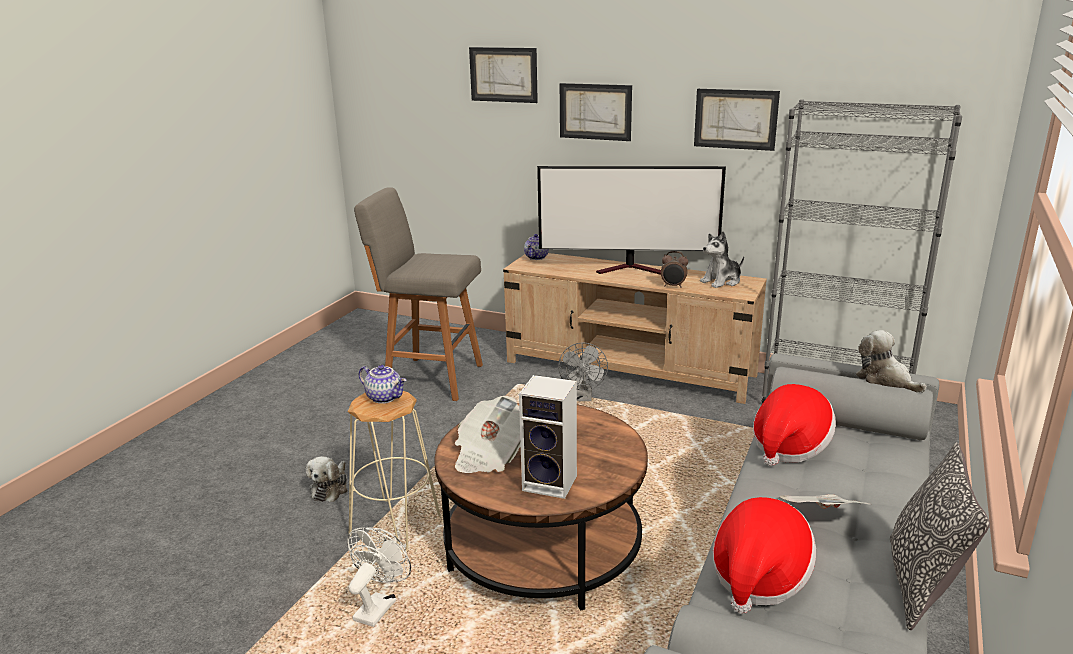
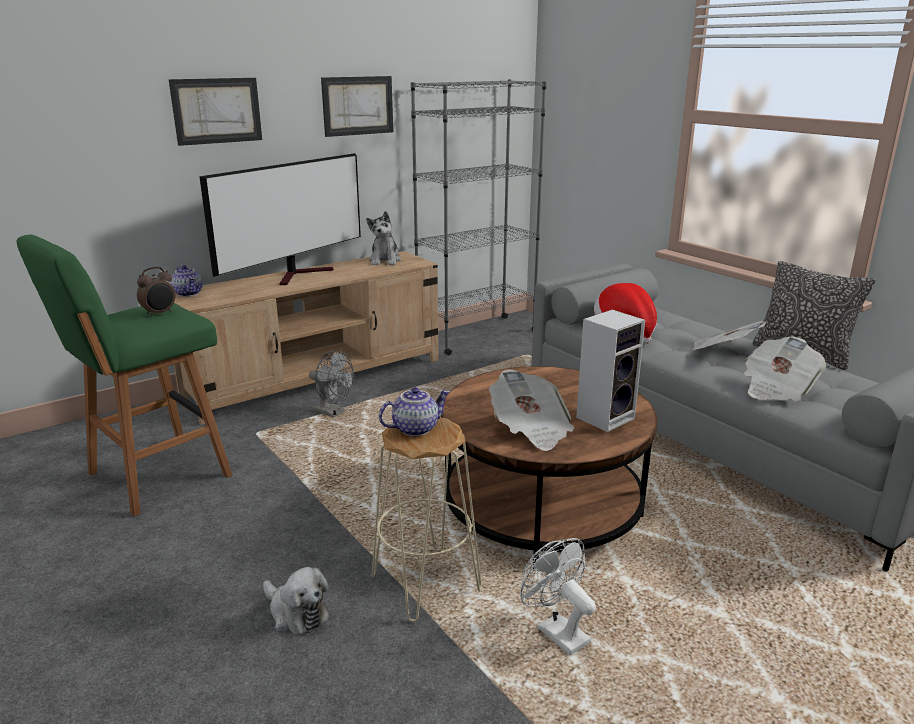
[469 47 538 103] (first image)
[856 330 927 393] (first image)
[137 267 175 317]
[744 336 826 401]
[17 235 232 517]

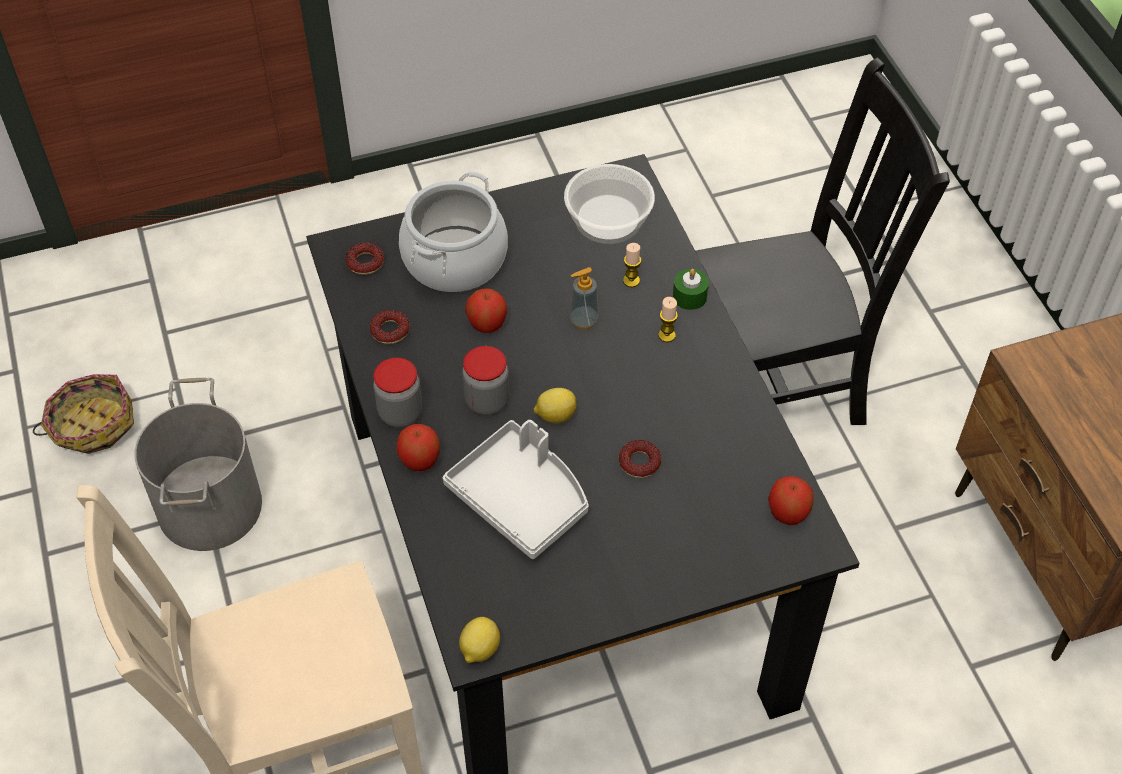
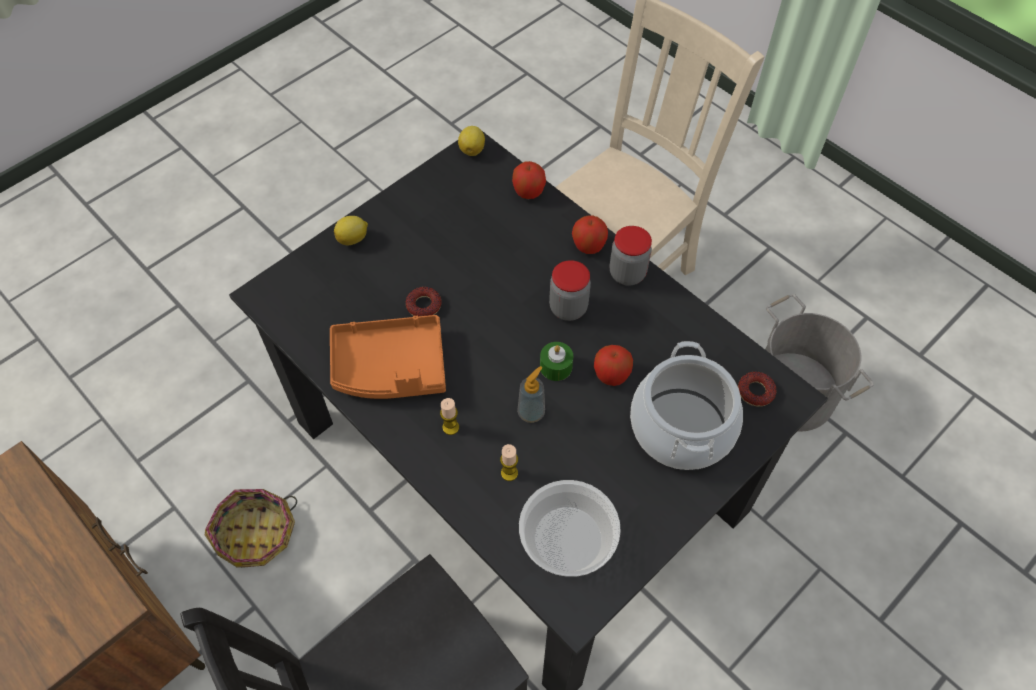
[370 310 410 344] (first image)
[443 420 589 559] (first image)
[330 315 446 399]
[205 489 297 568]
[334 216 368 245]
[540 342 573 381]
[512 161 546 199]

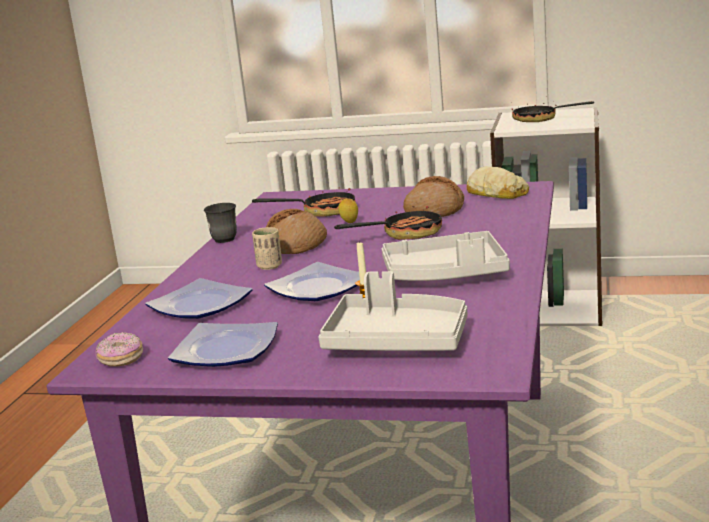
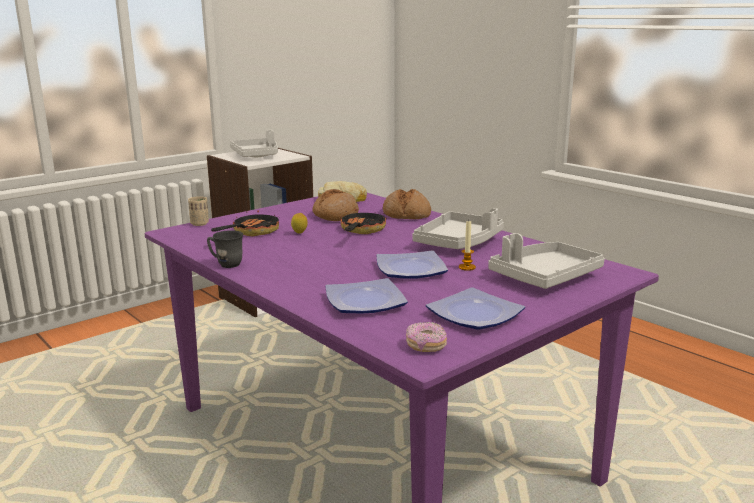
[188 196 209 226]
[383 189 431 219]
[230 130 278 157]

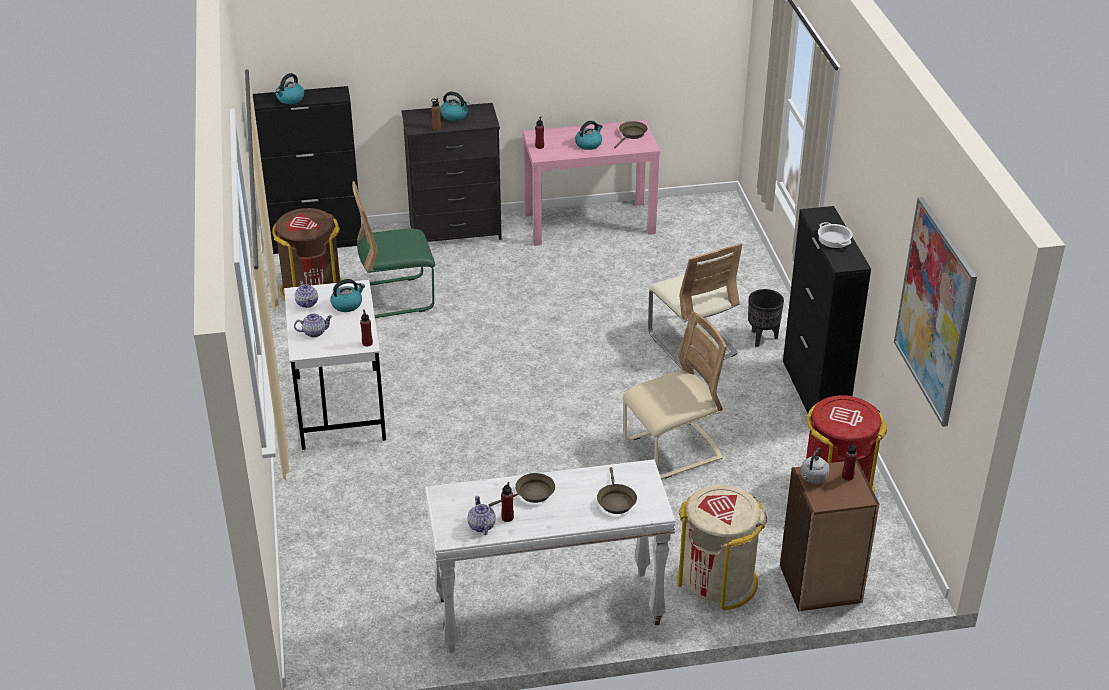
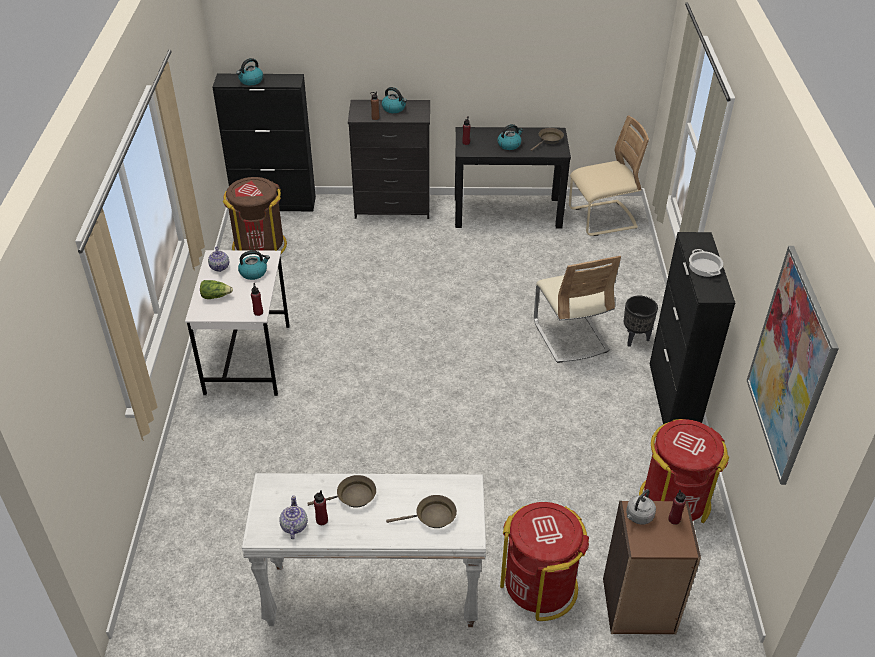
[352 181 435 318] (first image)
[569 116 649 236]
[200 280 233 299]
[455 127 571 228]
[500 502 589 621]
[386 495 457 528]

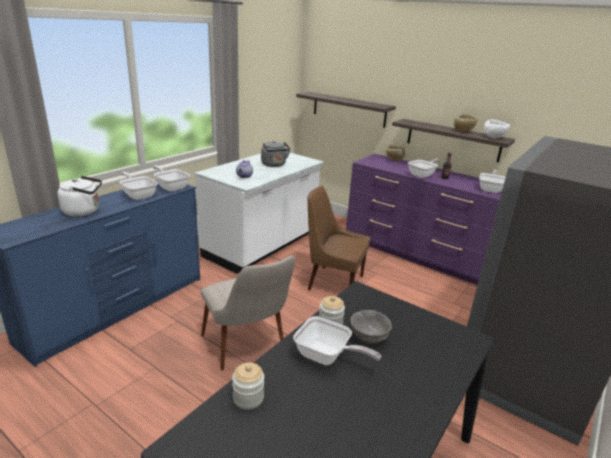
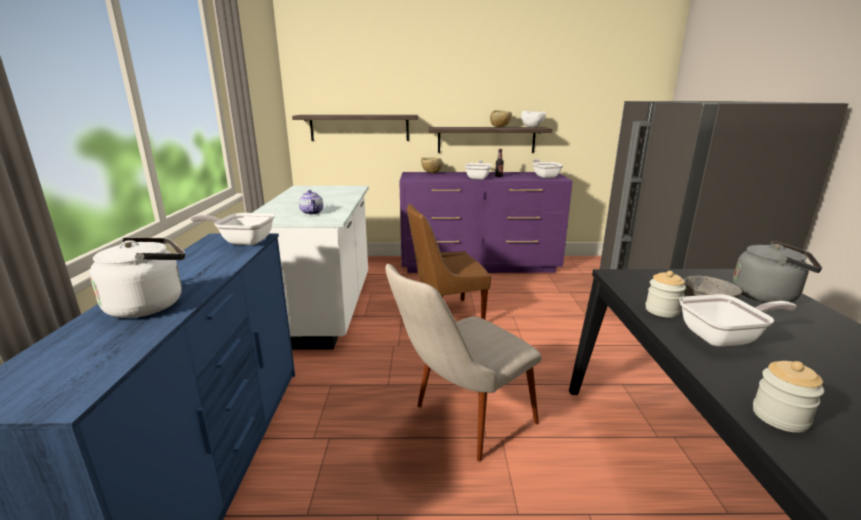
[119 172 158 200] (first image)
[733 241 822 303]
[386 264 542 461]

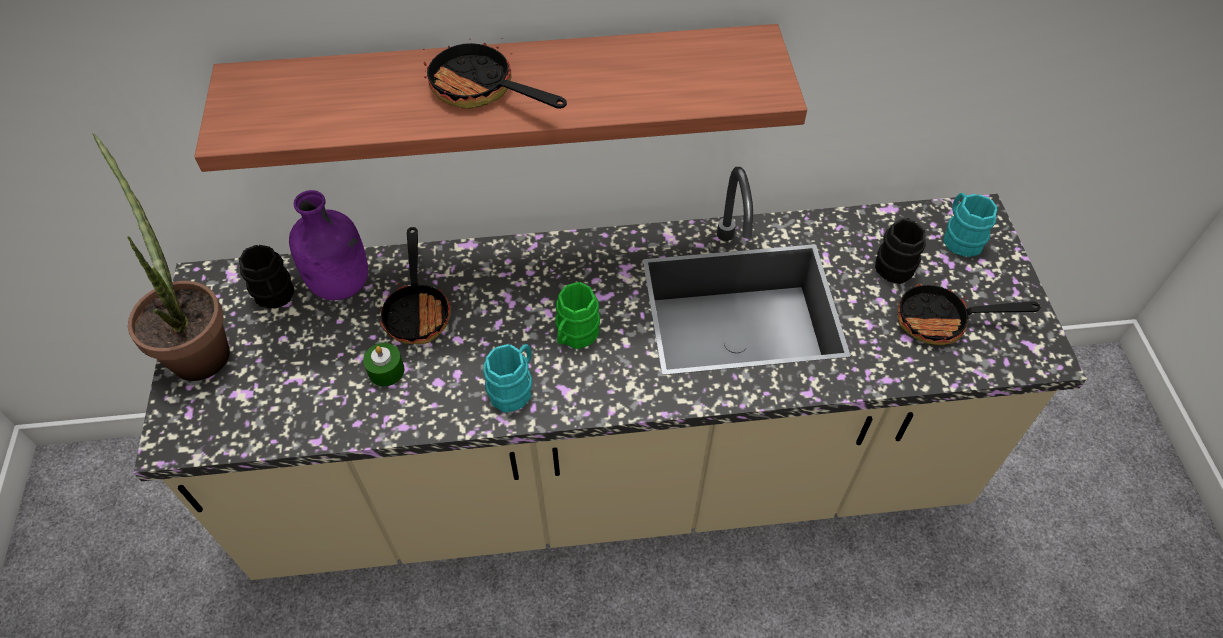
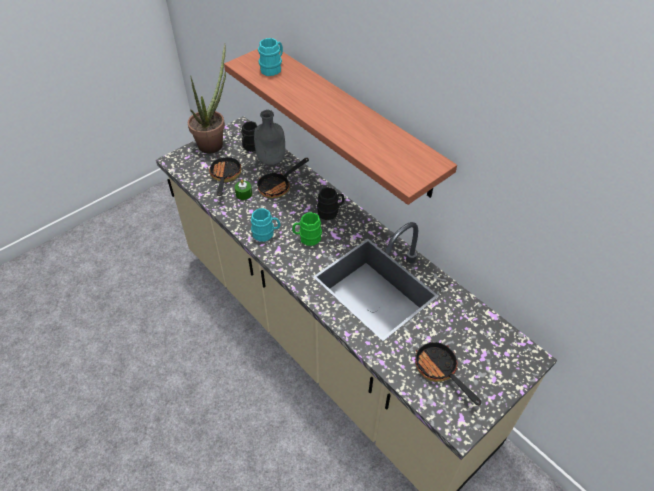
[209 156 241 196]
[317 187 345 220]
[258 38 283 76]
[254 110 285 165]

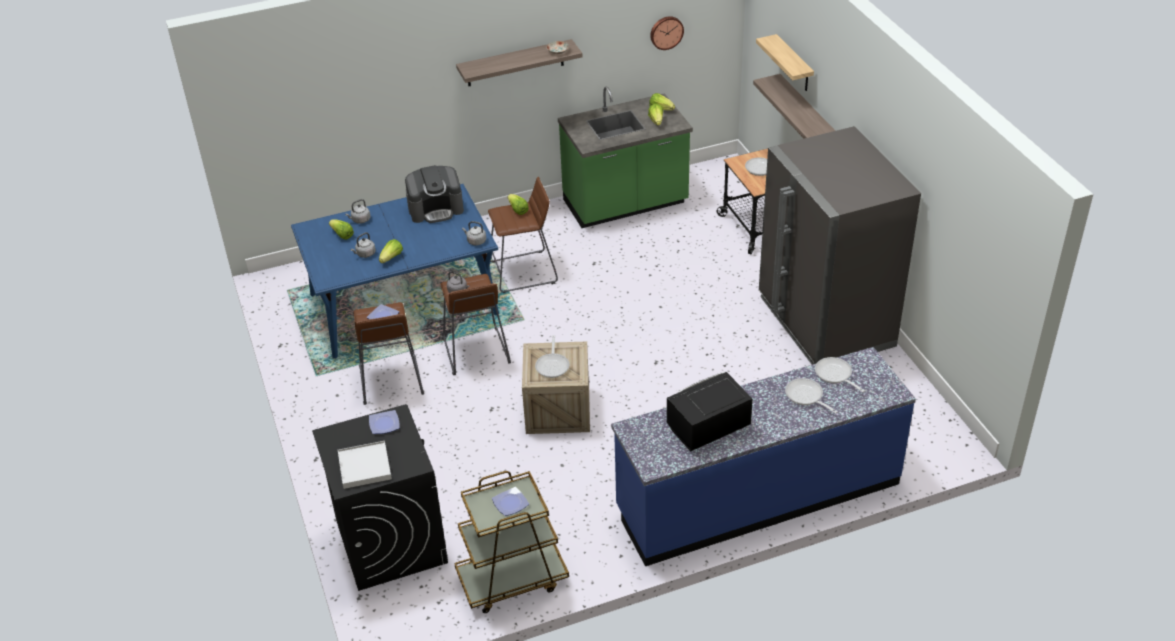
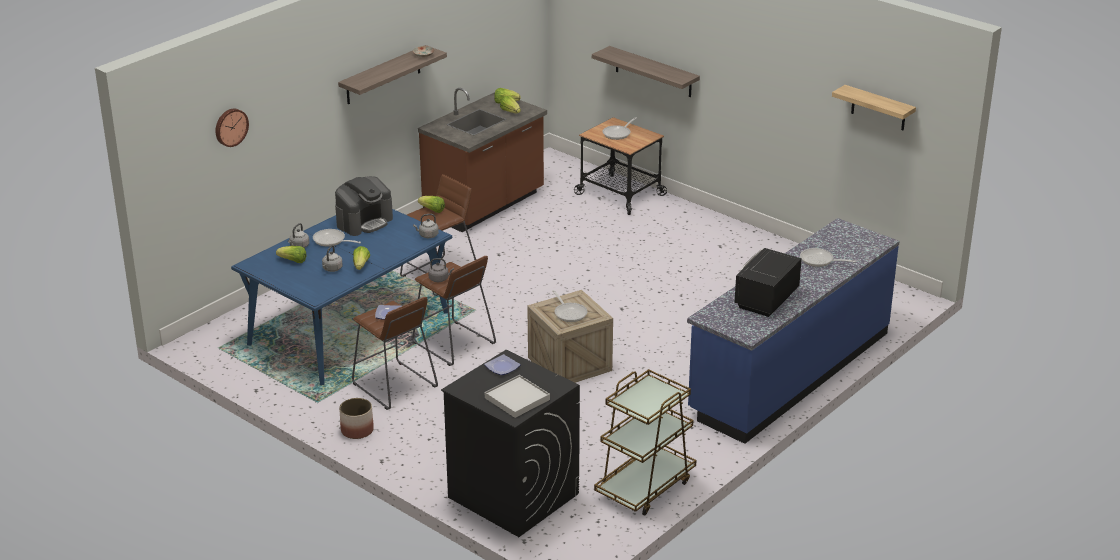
[492 487 529 516] (first image)
[759 126 921 365] (first image)
[339 398 374 439]
[215 109 249 147]
[832 85 916 130]
[313 229 361 247]
[418 88 547 232]

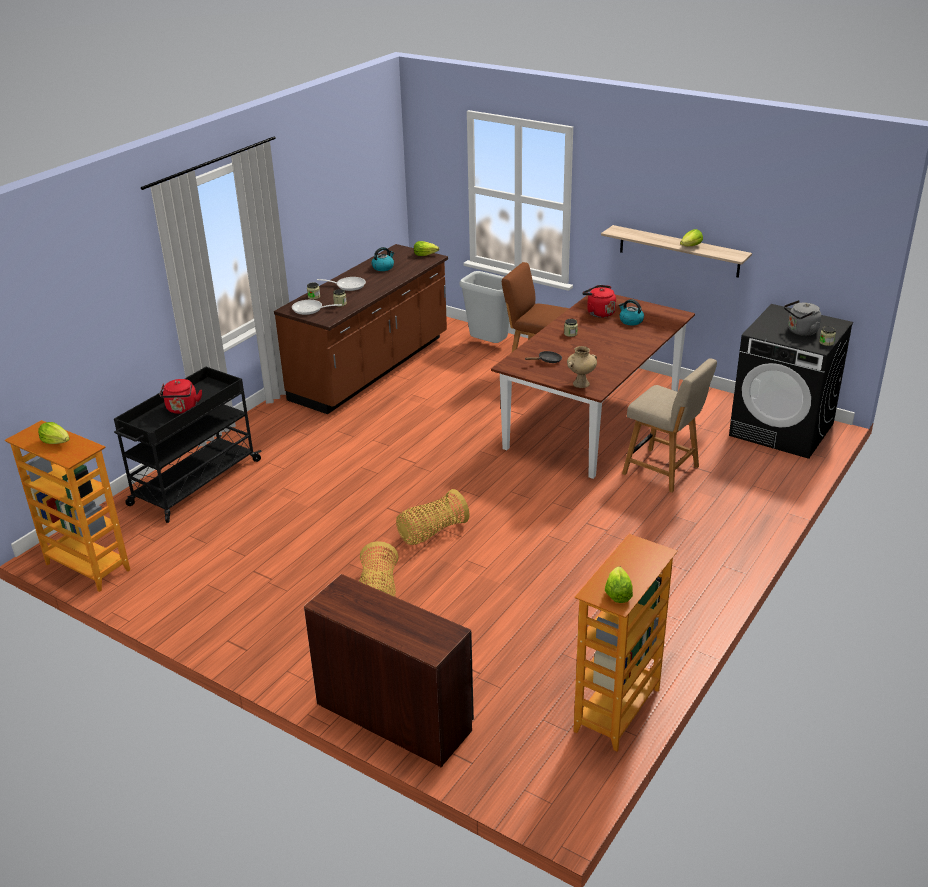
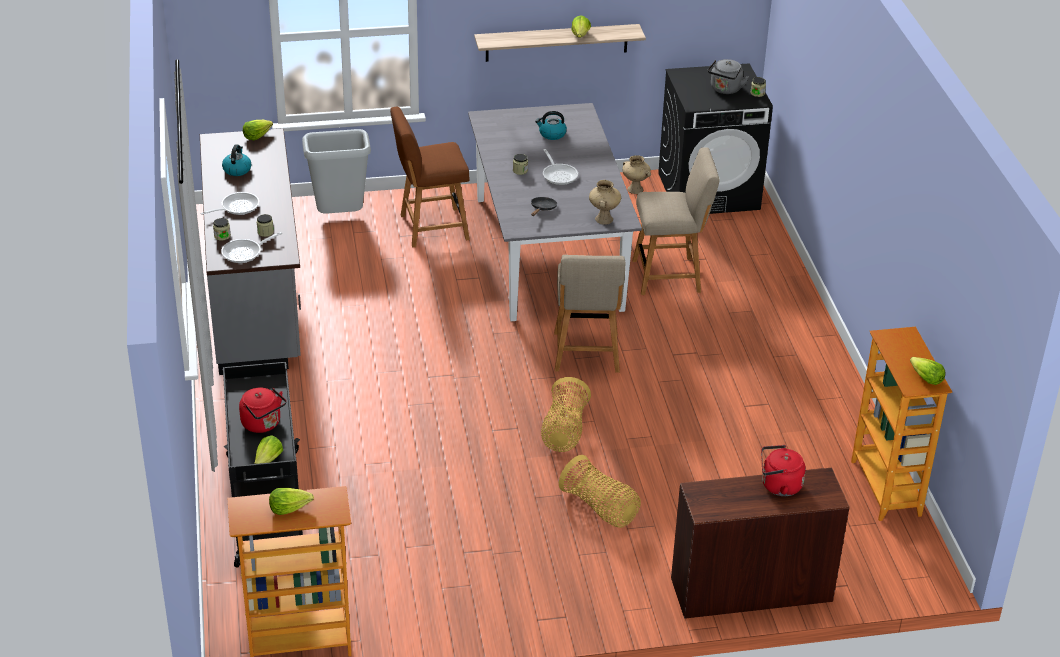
[254 435 283 464]
[543 149 578 185]
[554 255 626 373]
[622 155 651 194]
[761 445 806 496]
[200 128 301 375]
[468 103 642 321]

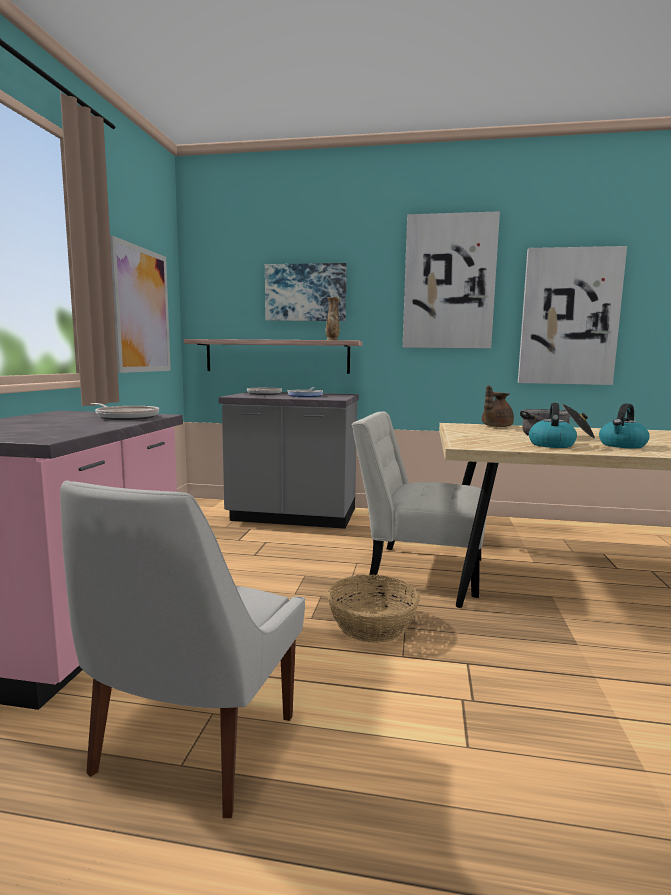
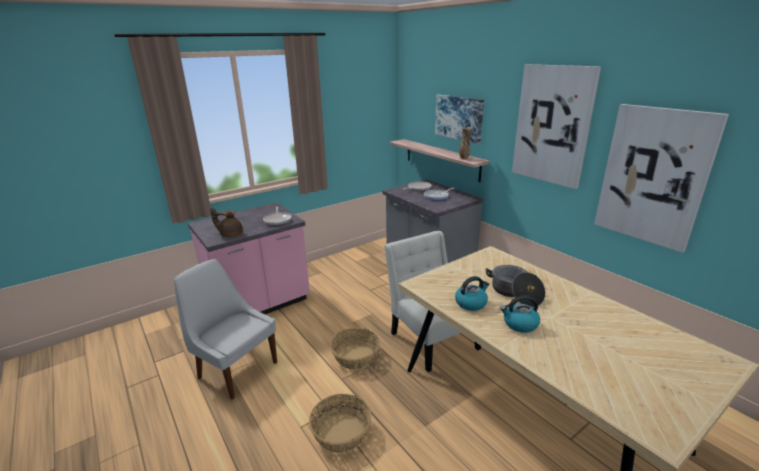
[110 235 171 373] (first image)
[309 394 371 453]
[210 207 243 237]
[174 259 277 400]

